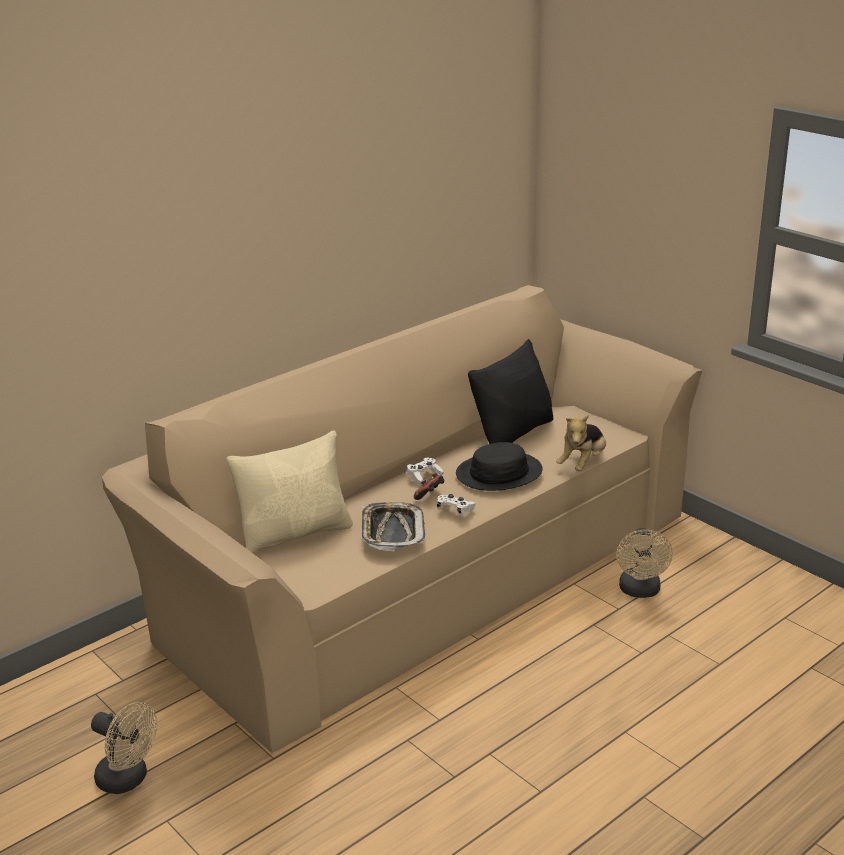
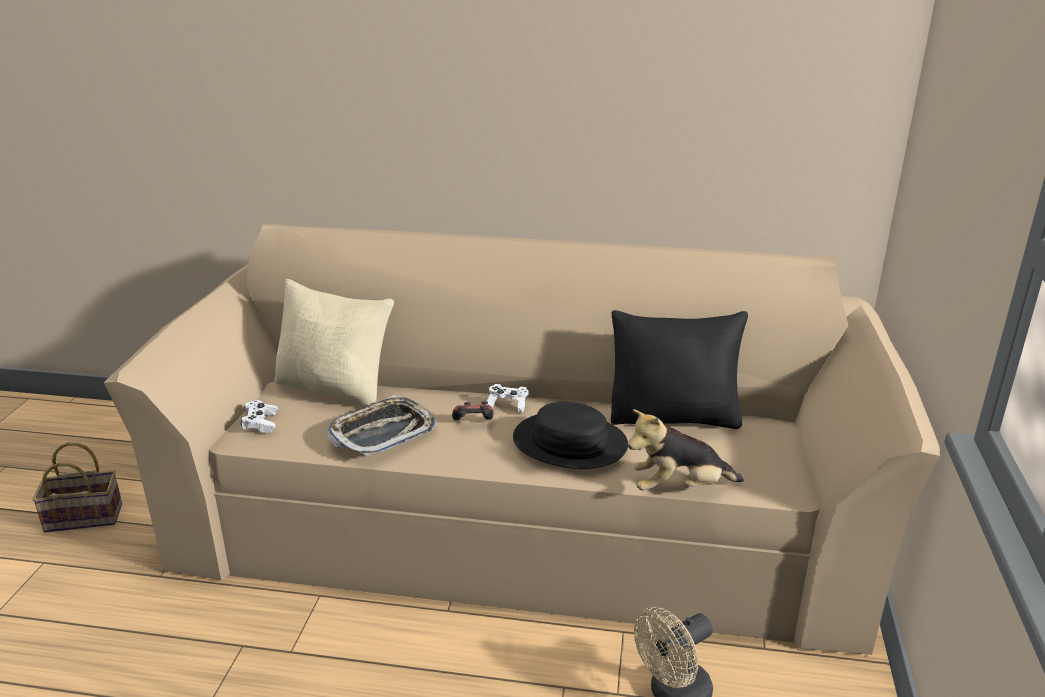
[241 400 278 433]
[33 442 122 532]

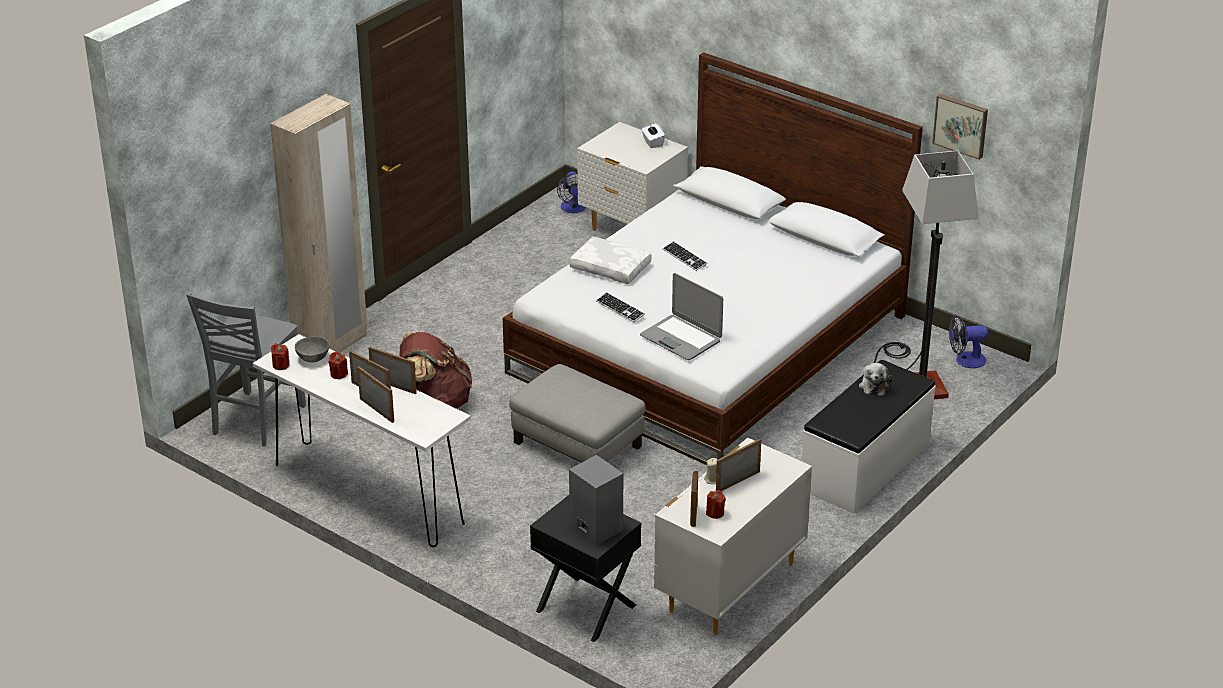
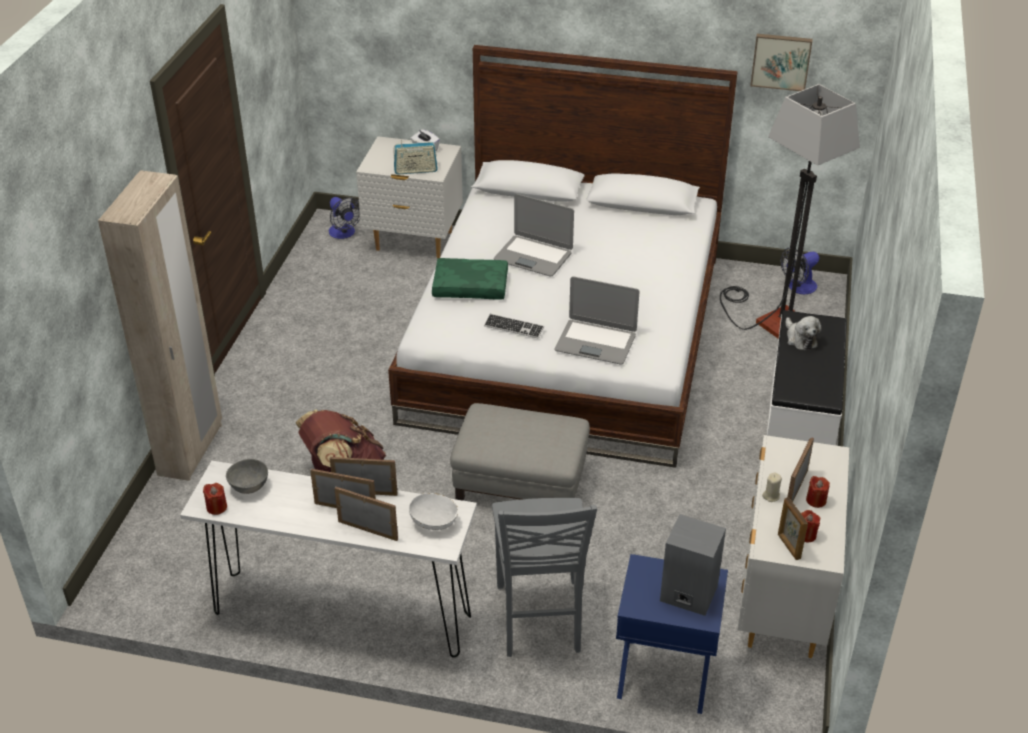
[393 140 438 174]
[409 493 458 530]
[492 498 597 657]
[806 476 830 508]
[494 194 574 276]
[616 554 728 714]
[432 258 508 300]

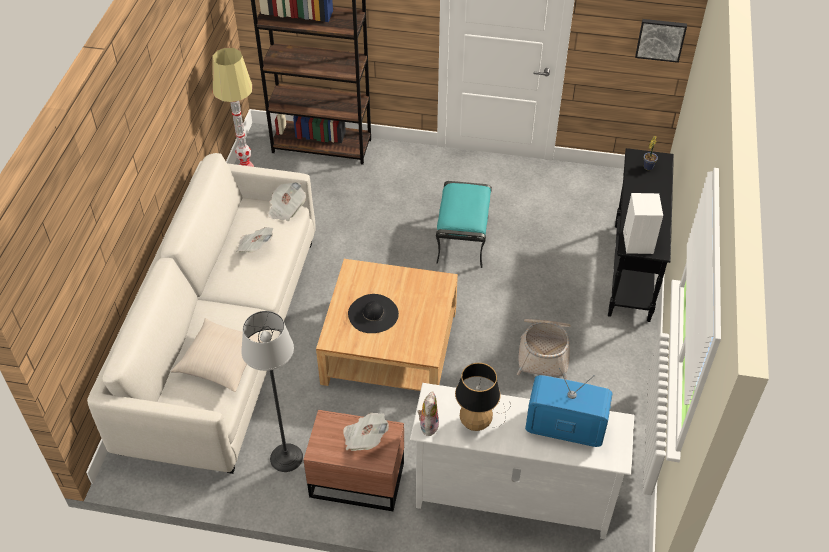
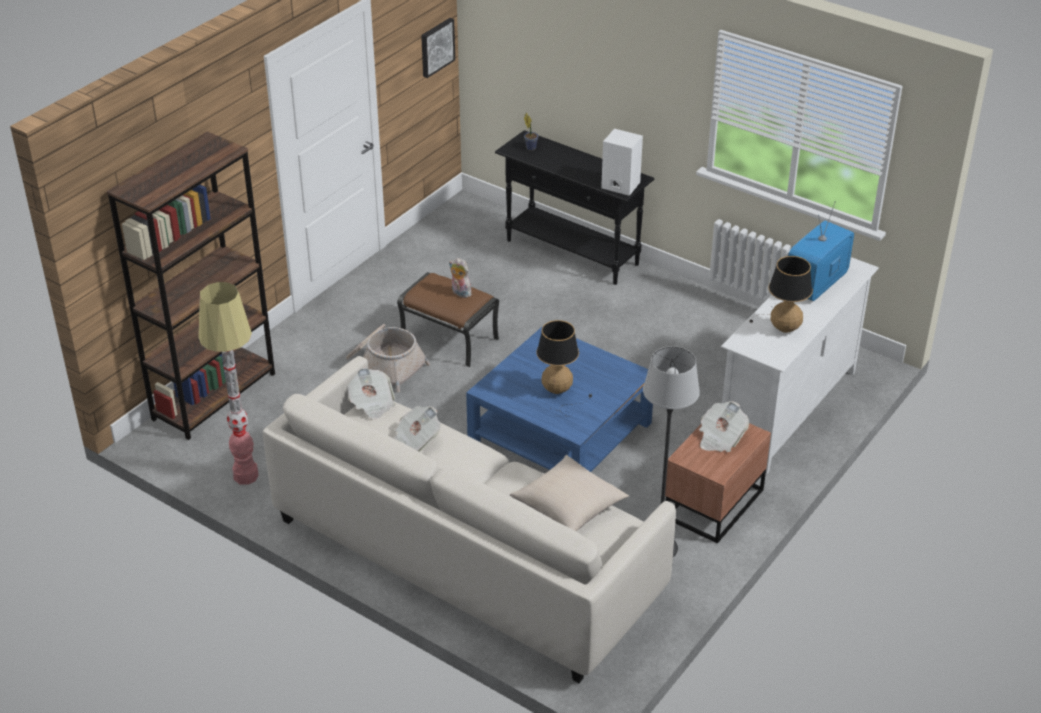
[449 258 472 298]
[346 324 430 392]
[536 320 592 417]
[466 325 653 472]
[397 272 499 367]

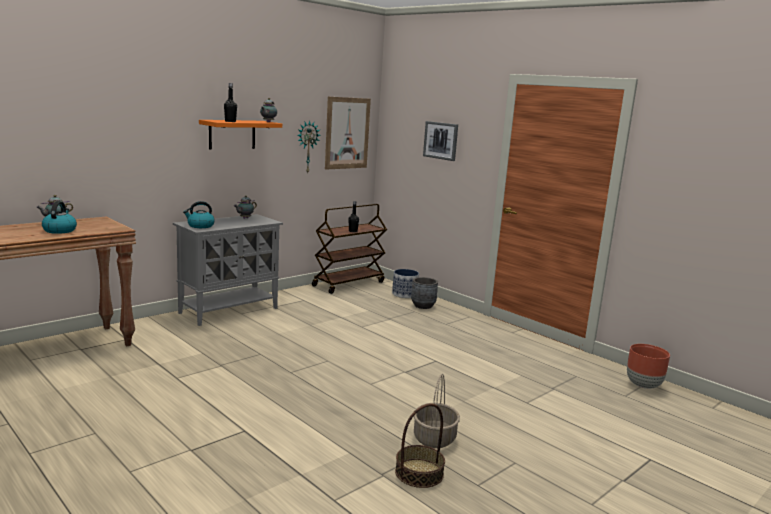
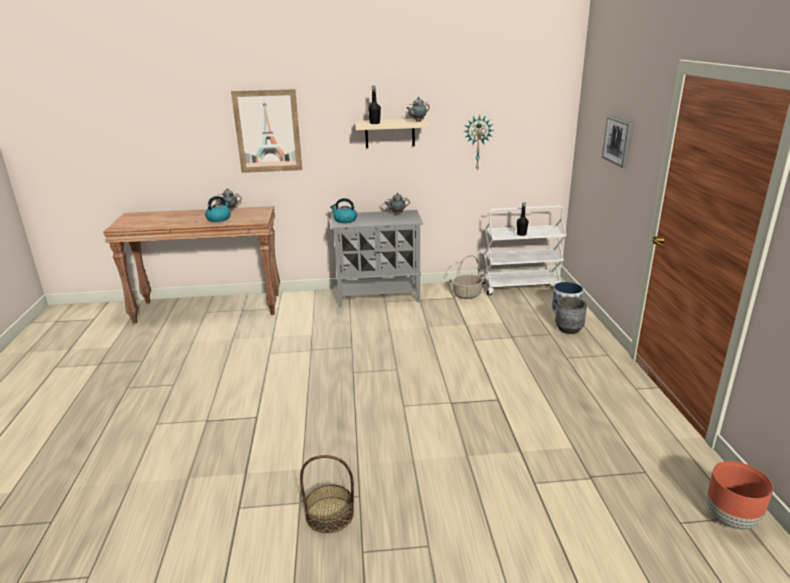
[231 89 302 173]
[453 255 483 299]
[355 118 429 148]
[482 206 566 295]

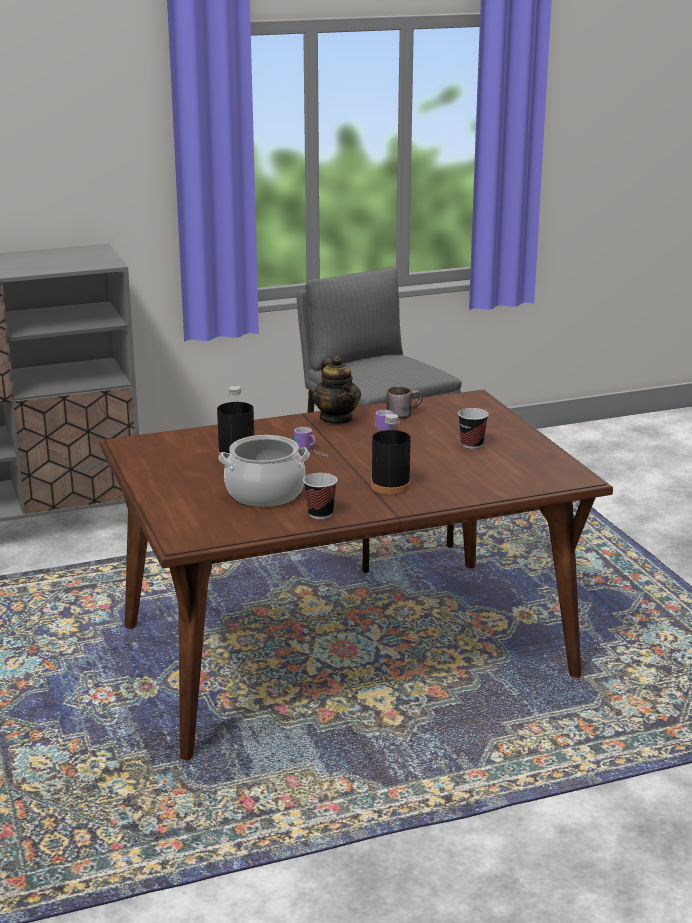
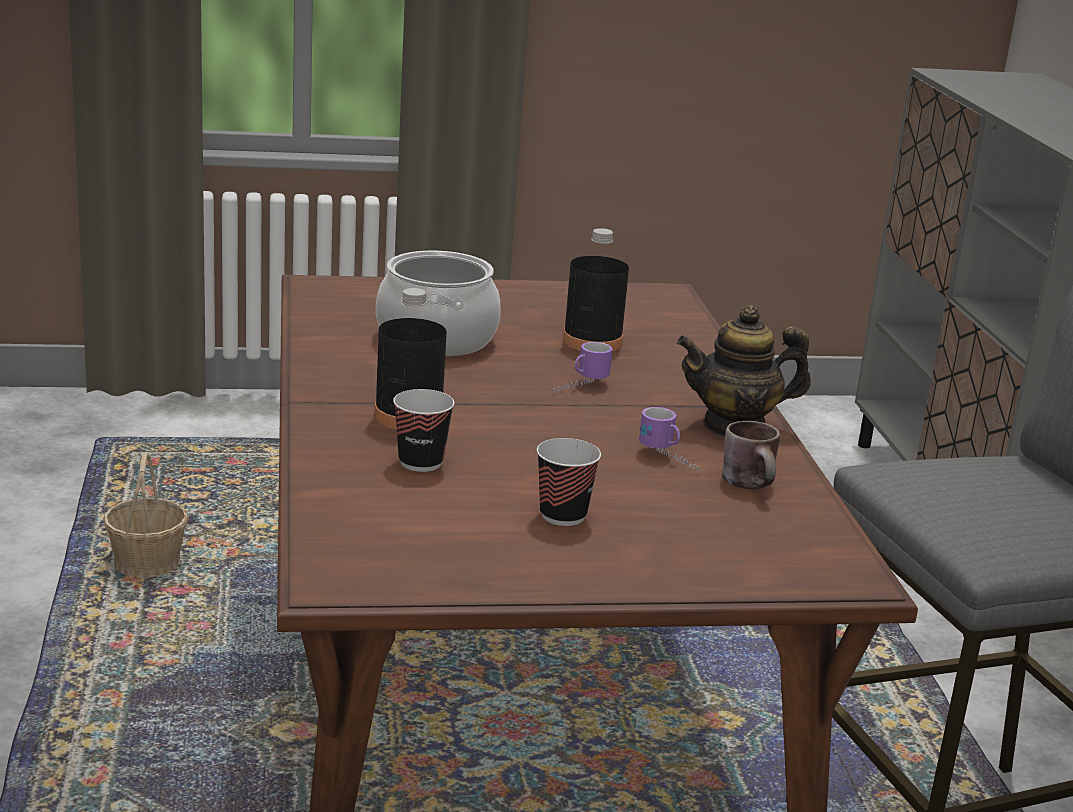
[103 452 188 578]
[393 389 455 472]

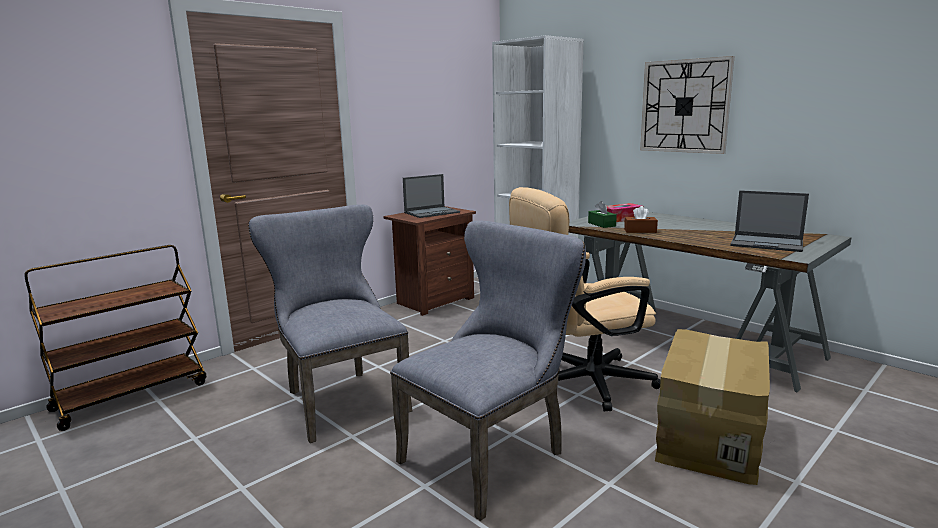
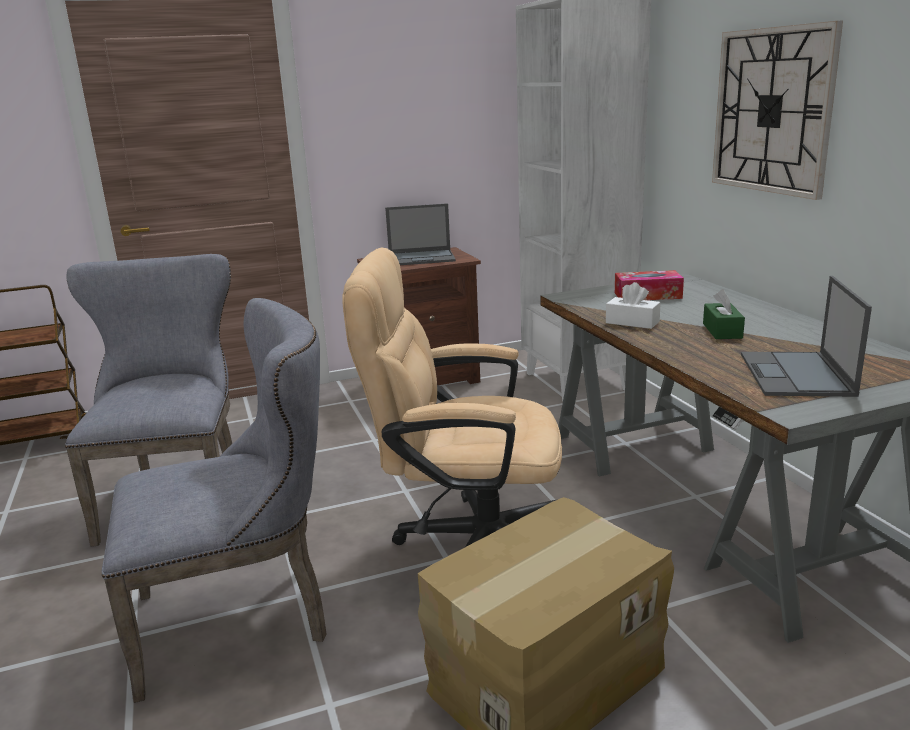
[703 289 745 339]
[606 282 661 329]
[741 276 872 397]

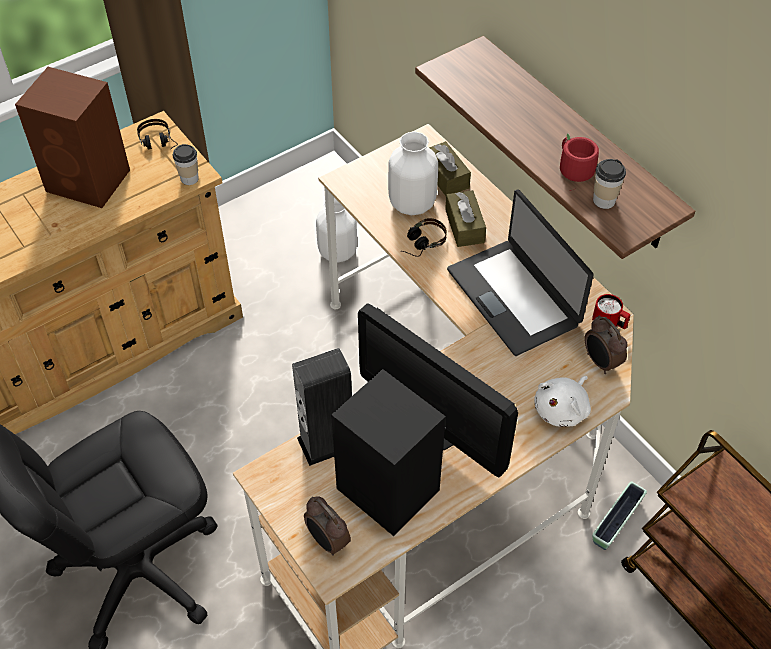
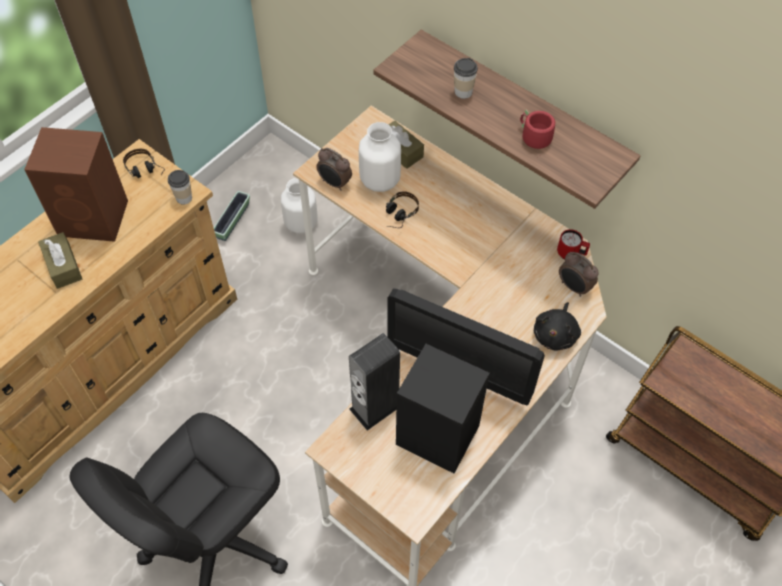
[447 189 594 356] (first image)
[316 148 352 191]
[38 232 82 289]
[214 191 250 241]
[454 58 478 99]
[533 302 581 351]

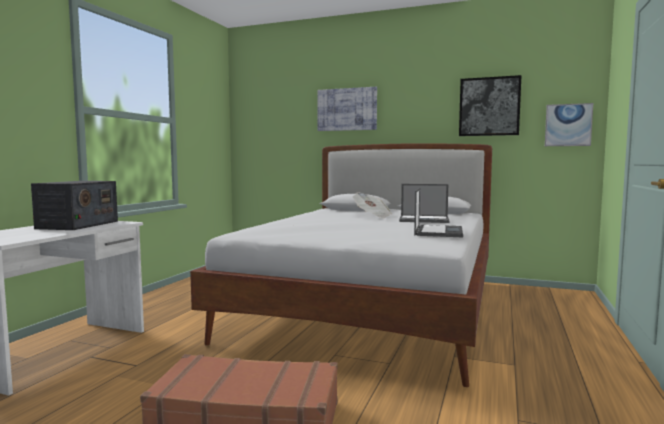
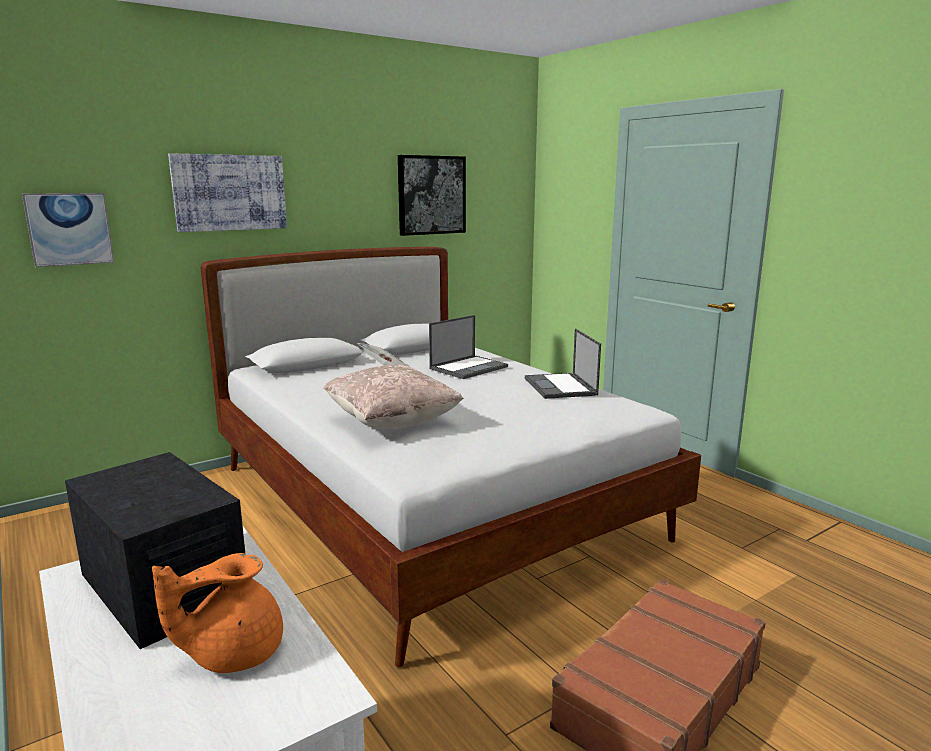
[152 553 283 673]
[323 365 464 429]
[22 193 114 267]
[525 328 601 399]

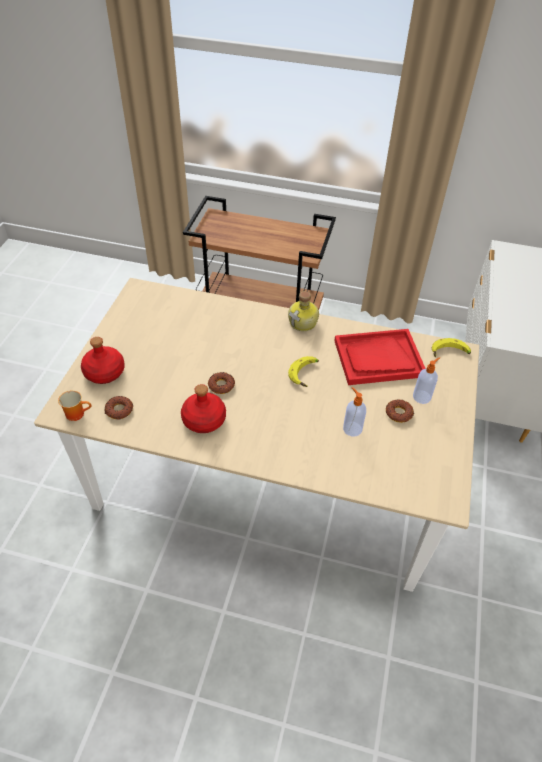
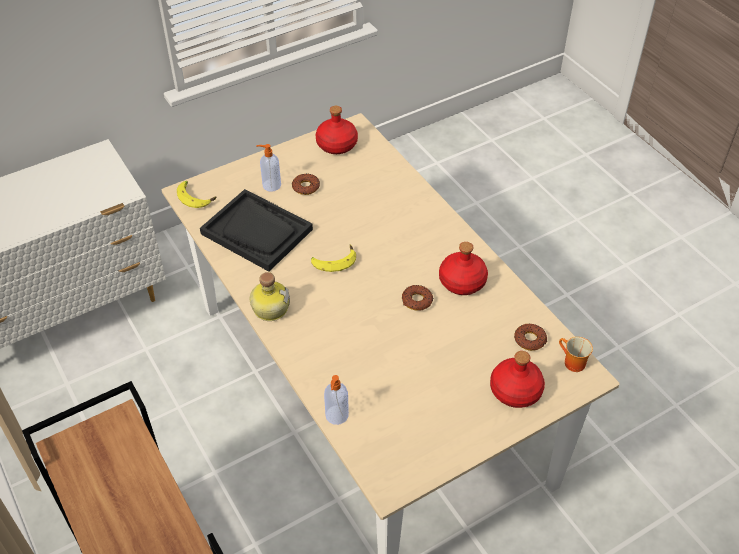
[316 106 358 154]
[324 375 349 425]
[200 189 313 272]

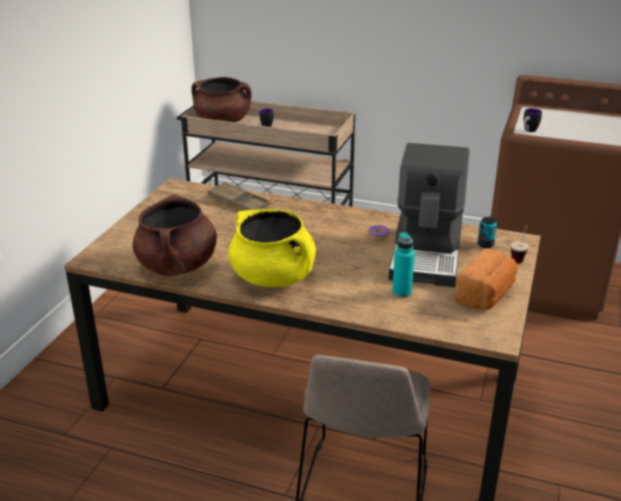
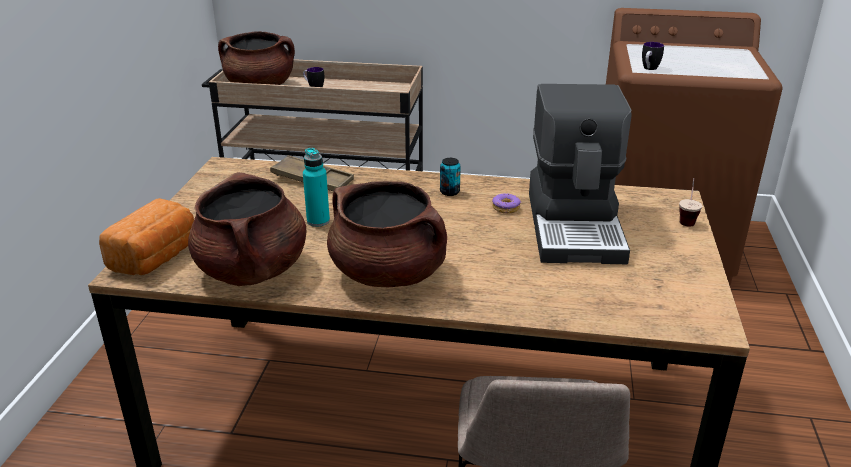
[303 148 330 227]
[99 198 194 275]
[440 158 461 196]
[327 181 447 287]

